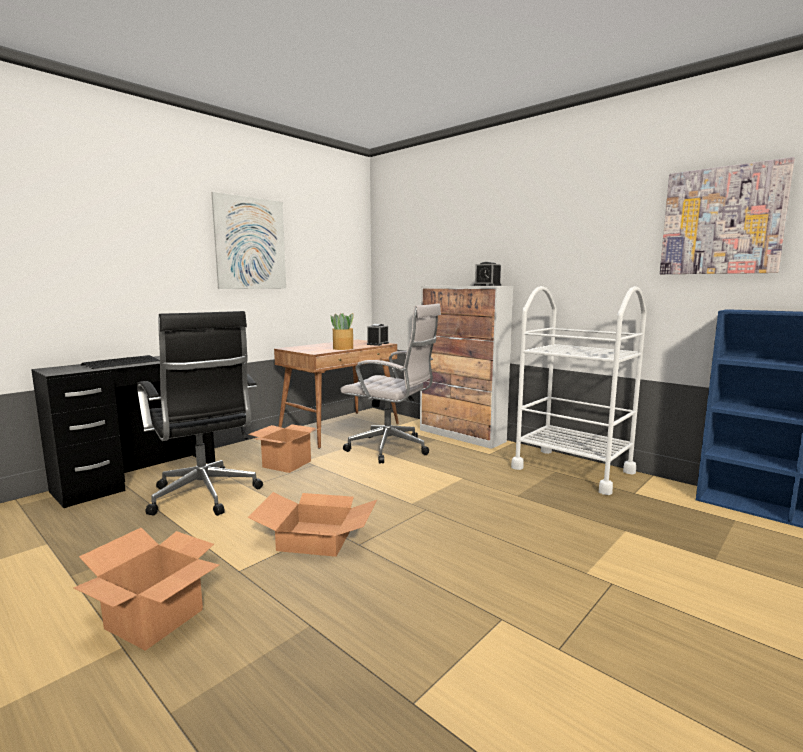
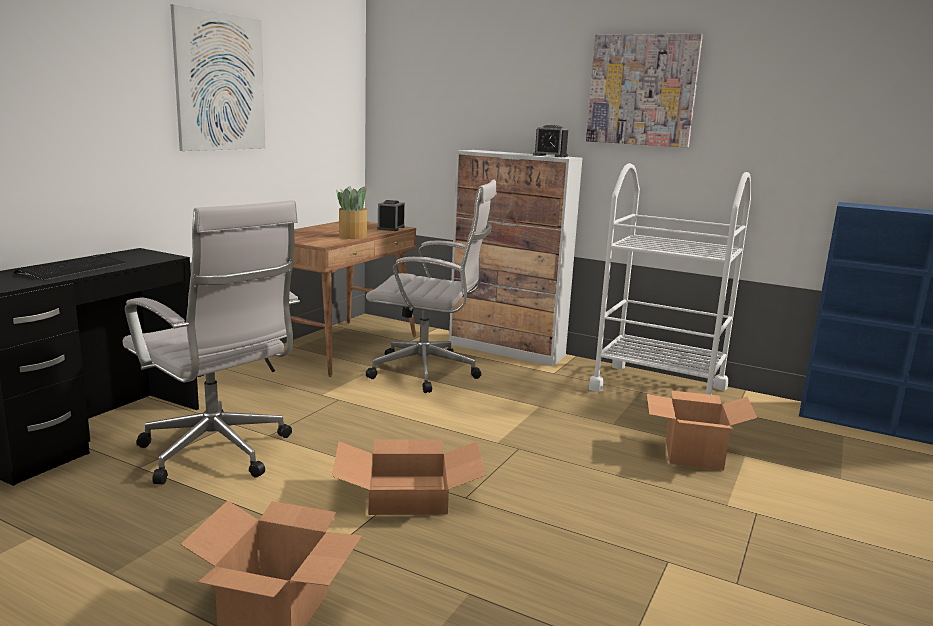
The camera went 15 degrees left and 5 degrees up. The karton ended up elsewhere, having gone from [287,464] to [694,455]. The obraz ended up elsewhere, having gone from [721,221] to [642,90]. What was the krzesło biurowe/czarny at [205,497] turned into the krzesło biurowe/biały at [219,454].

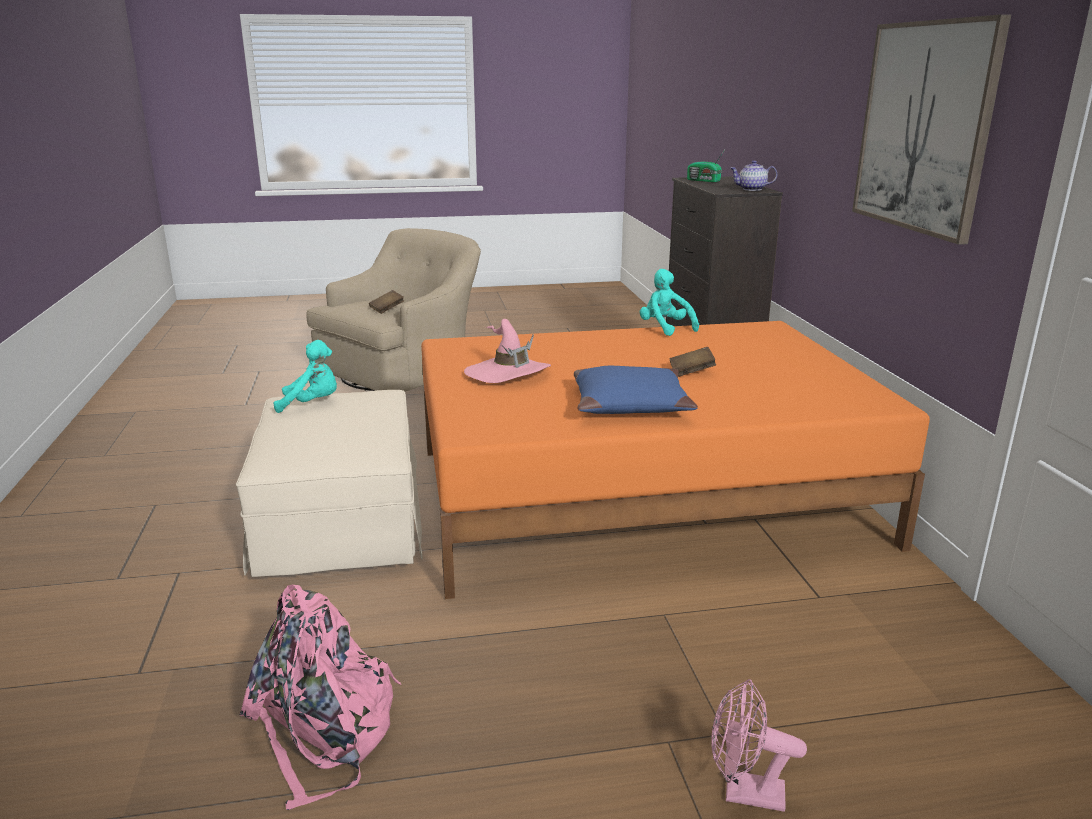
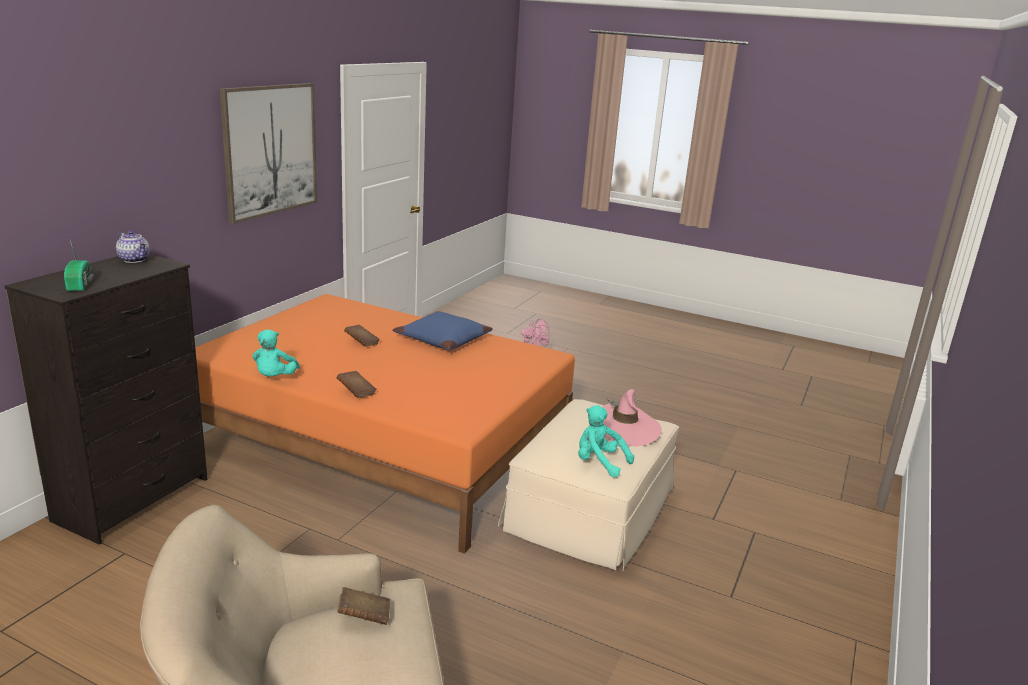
The camera went 145 degrees left and 0 degrees up. The second view lost the plecak/różowy at [324,732]. The second view gained the książka/brązowy at [356,392]. The kapelusz/różowy ended up elsewhere, having gone from [507,373] to [625,429].

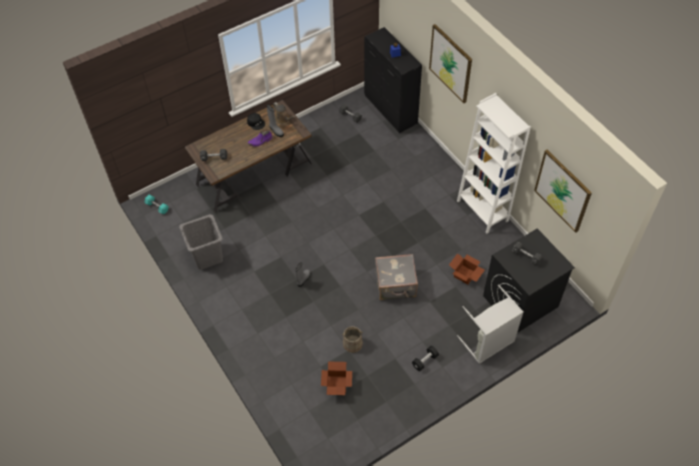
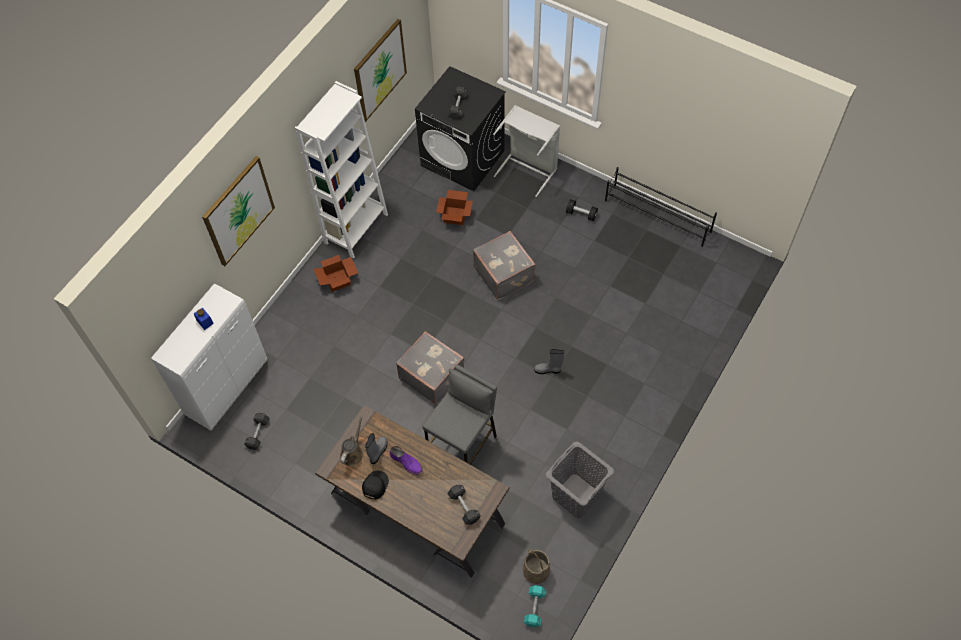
The camera went 115 degrees left and 5 degrees up. The second view gained the walizka/szary at [432,375]. The second view gained the stołek/szary at [463,447]. The second view gained the regał na buty/czarny at [658,216]. The karton ended up elsewhere, having gone from [336,385] to [338,280]. The wiadro/beżowy ended up elsewhere, having gone from [352,344] to [536,570]. What was the szafka/czarny at [391,110] turned into the szafka/biały at [227,387].

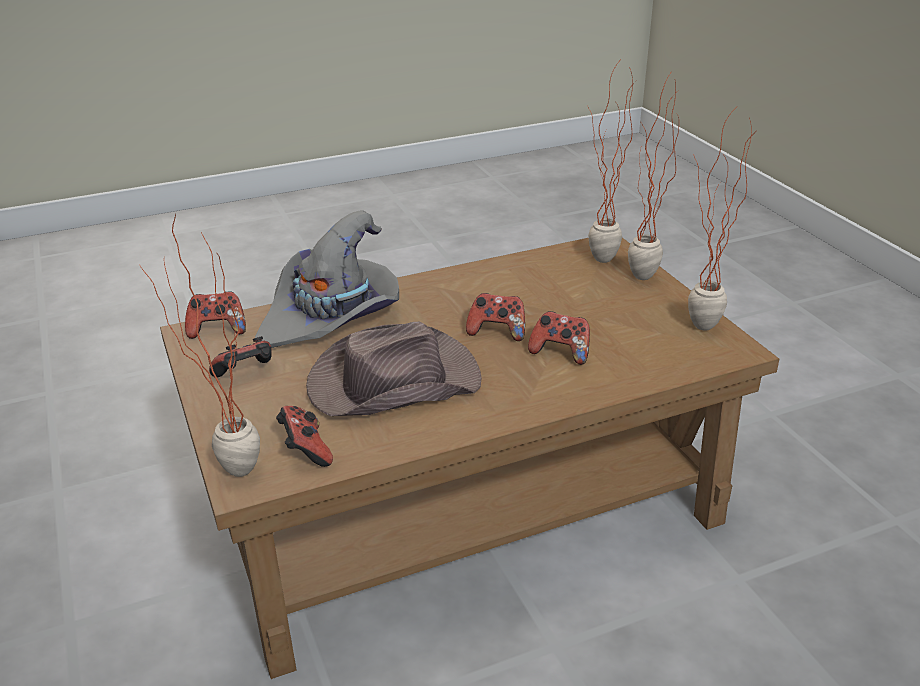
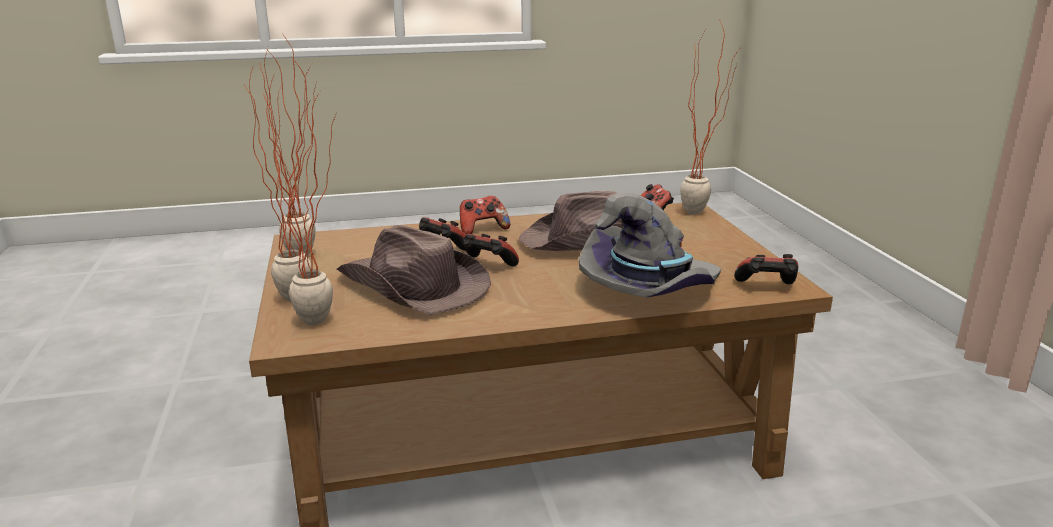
The camera went 170 degrees left and 10 degrees down. The second view gained the kapelusz/brązowy at [413,286]. The pad do gier ended up elsewhere, having gone from [246,375] to [482,229].

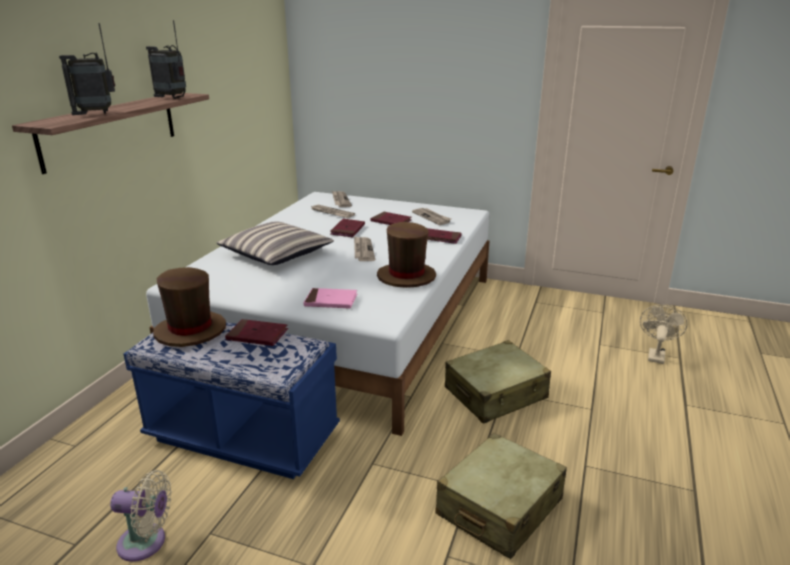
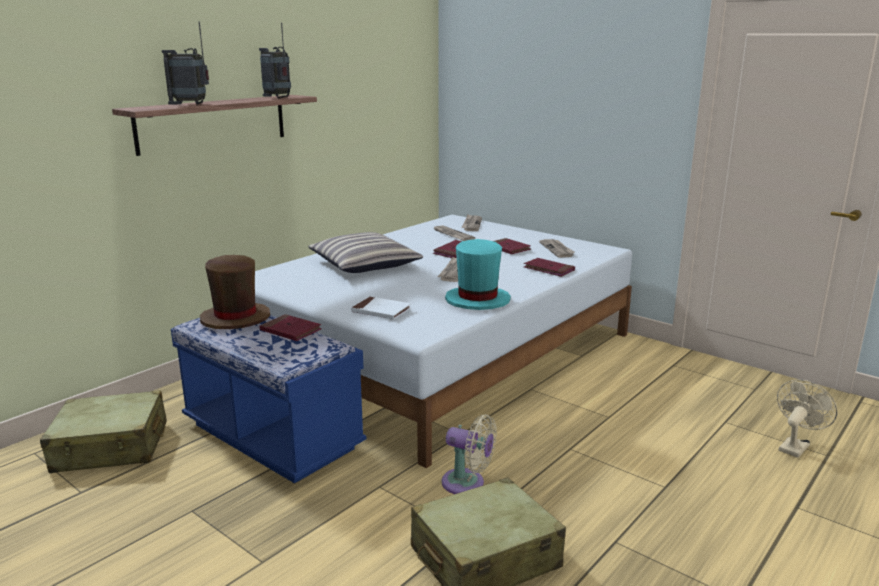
The camera went 20 degrees right and 5 degrees down. The wentylator/beżowy ended up elsewhere, having gone from [146,543] to [467,483]. The walizka/beżowy ended up elsewhere, having gone from [496,394] to [111,447]. What was the książka/różowy at [331,301] turned into the książka/biały at [381,311]. What was the kapelusz/brązowy at [406,277] turned into the kapelusz/turkusowy at [477,300].

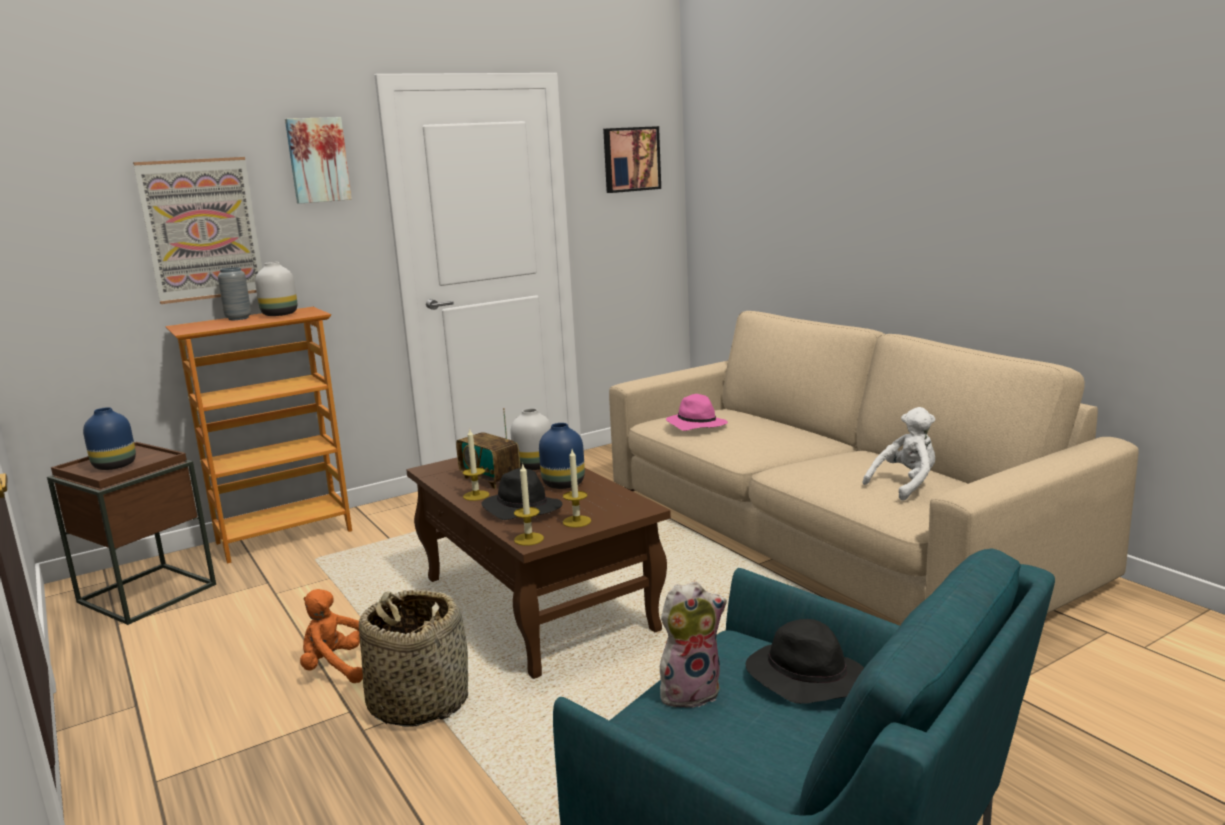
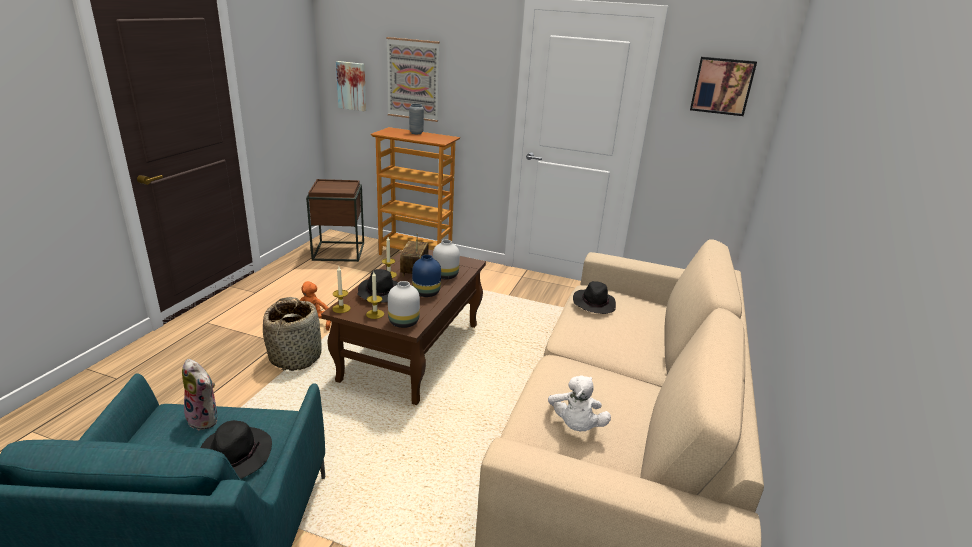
The camera went 50 degrees right and 10 degrees up. The second view lost the wazon/niebieski at [114,466]. The wazon/biały ended up elsewhere, having gone from [278,314] to [403,322]. The obraz ended up elsewhere, having gone from [318,160] to [352,86]. What was the kapelusz/różowy at [695,425] turned into the kapelusz/czarny at [593,304]. The pluszak/biały at [905,485] ended up facing another way, 75 degrees clockwise from before.

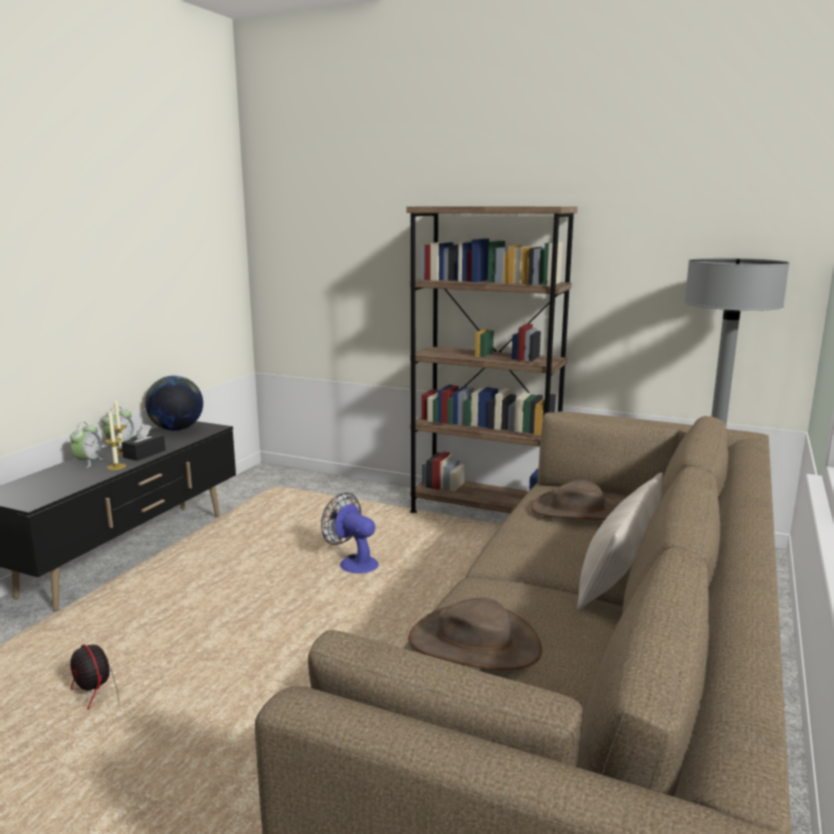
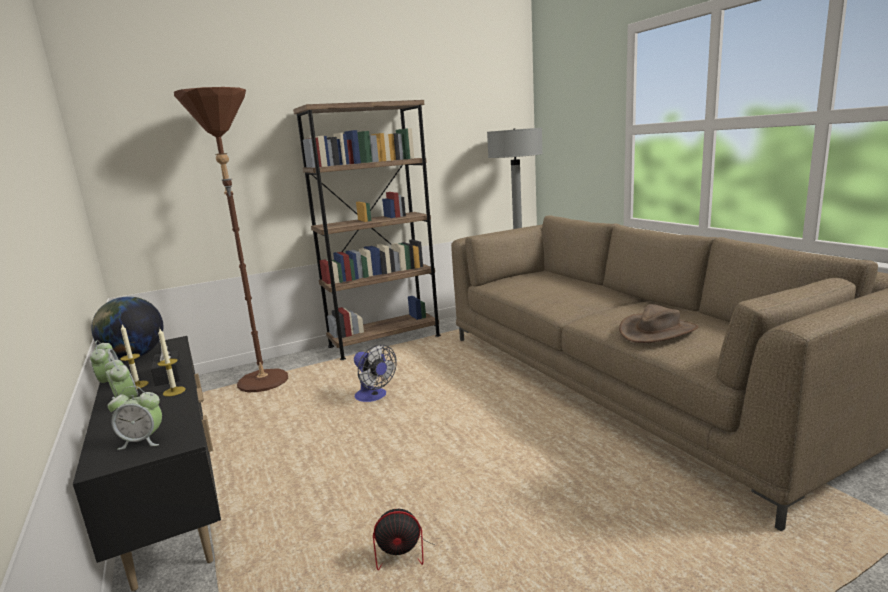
The camera went 50 degrees left and 0 degrees up. The second view lost the kapelusz/brązowy at [578,511]. The second view lost the poduszka/beżowy at [618,573]. The second view gained the budzik at [142,441]. The second view gained the lampa stojąca/brązowy at [262,378]. The wentylator at [353,563] ended up facing another way, 120 degrees counterclockwise from before.

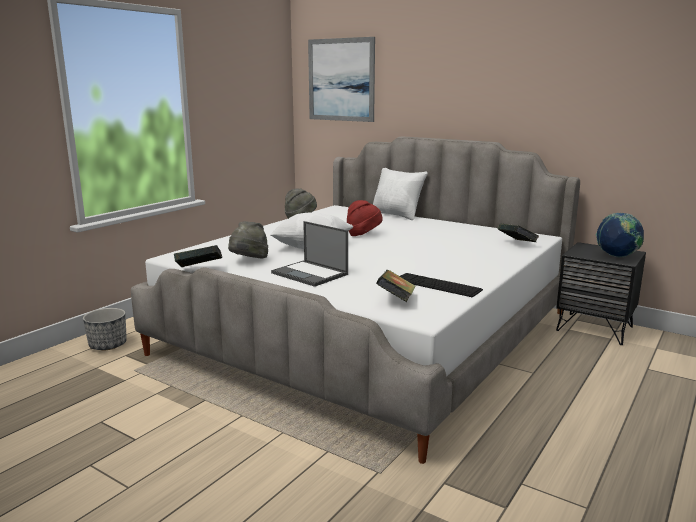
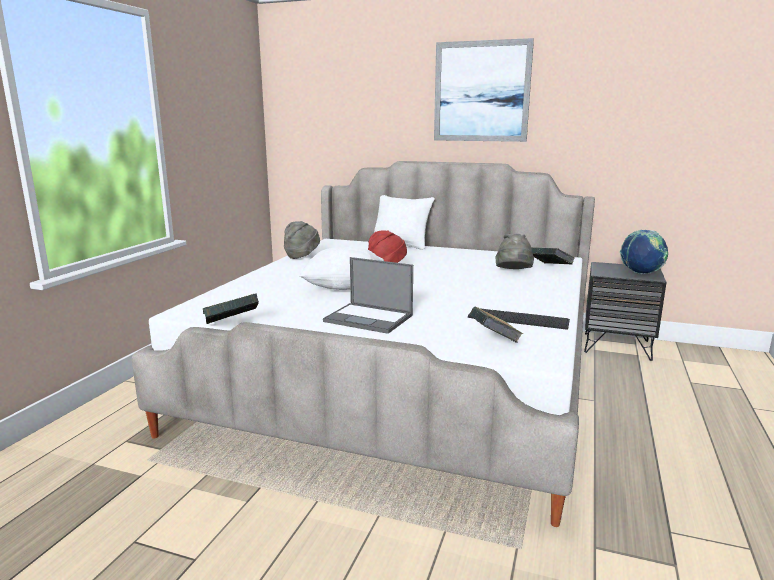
The camera went 15 degrees left and 0 degrees up. The second view lost the donica at [108,345]. The kapelusz/szary ended up elsewhere, having gone from [249,261] to [513,272]. The obraz ended up elsewhere, having gone from [341,80] to [481,92].

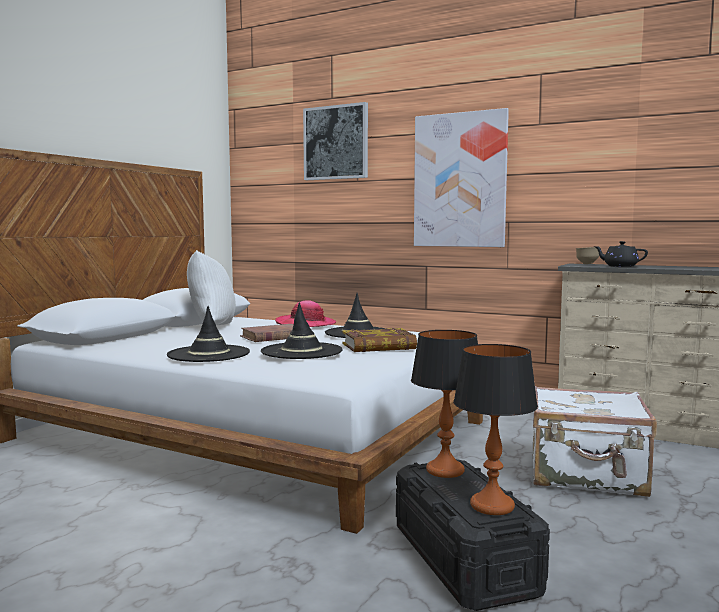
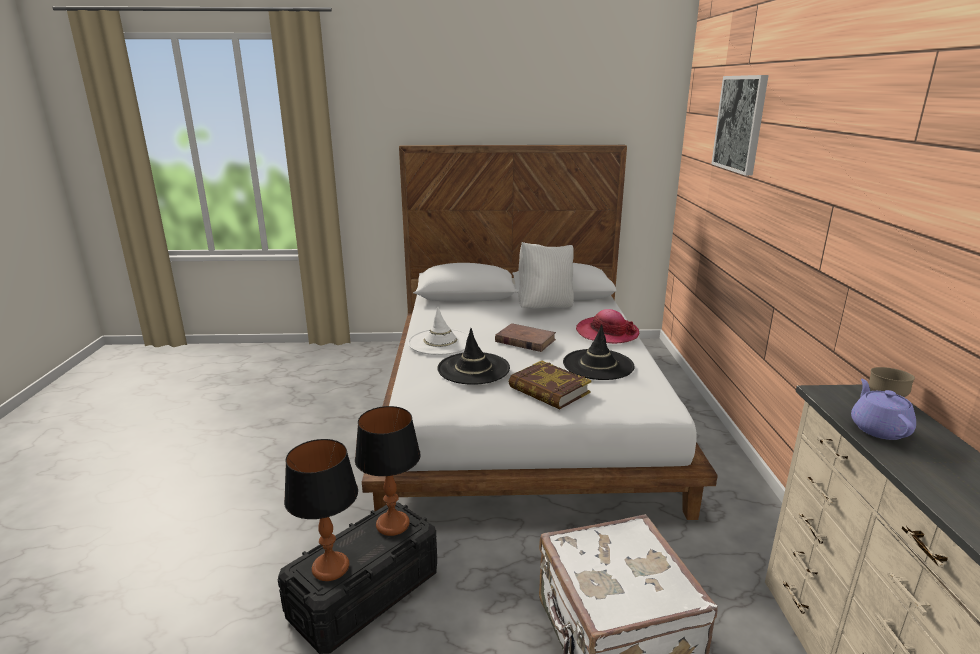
The camera went 60 degrees right and 15 degrees up. The second view lost the obraz at [460,180]. What was the kapelusz/czarny at [209,354] turned into the kapelusz/biały at [440,342]. What was the imbryk/czarny at [619,266] turned into the imbryk/fioletowy at [878,428].

